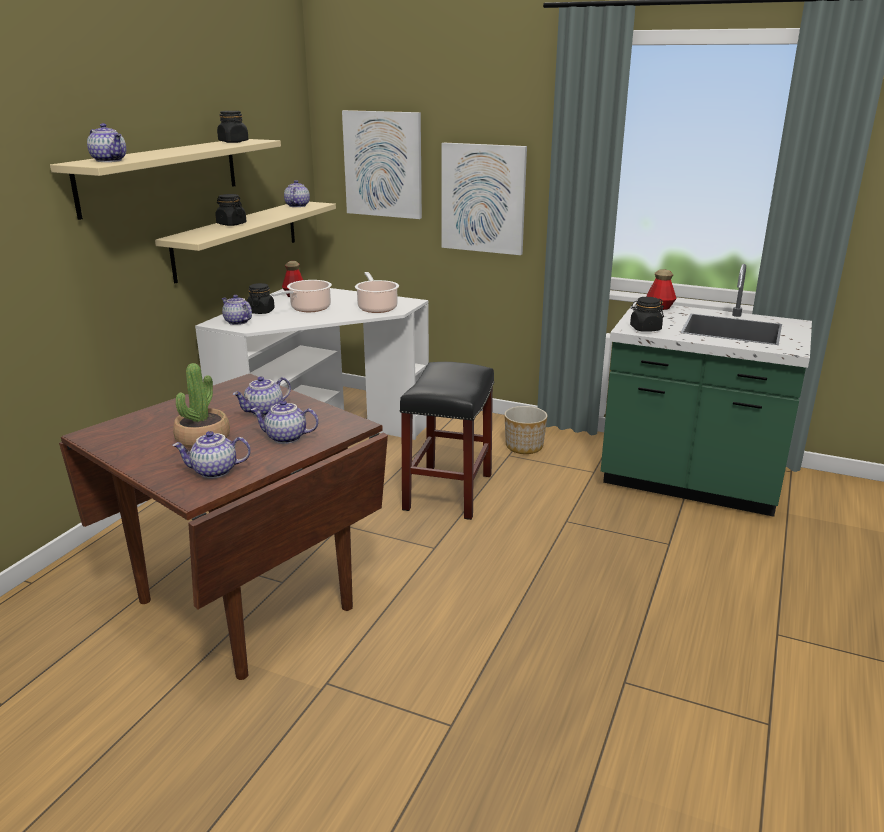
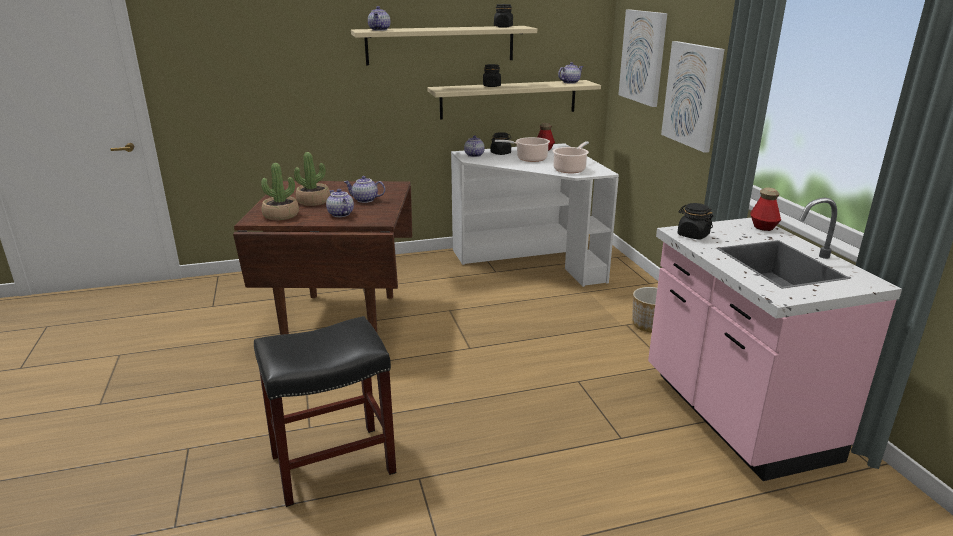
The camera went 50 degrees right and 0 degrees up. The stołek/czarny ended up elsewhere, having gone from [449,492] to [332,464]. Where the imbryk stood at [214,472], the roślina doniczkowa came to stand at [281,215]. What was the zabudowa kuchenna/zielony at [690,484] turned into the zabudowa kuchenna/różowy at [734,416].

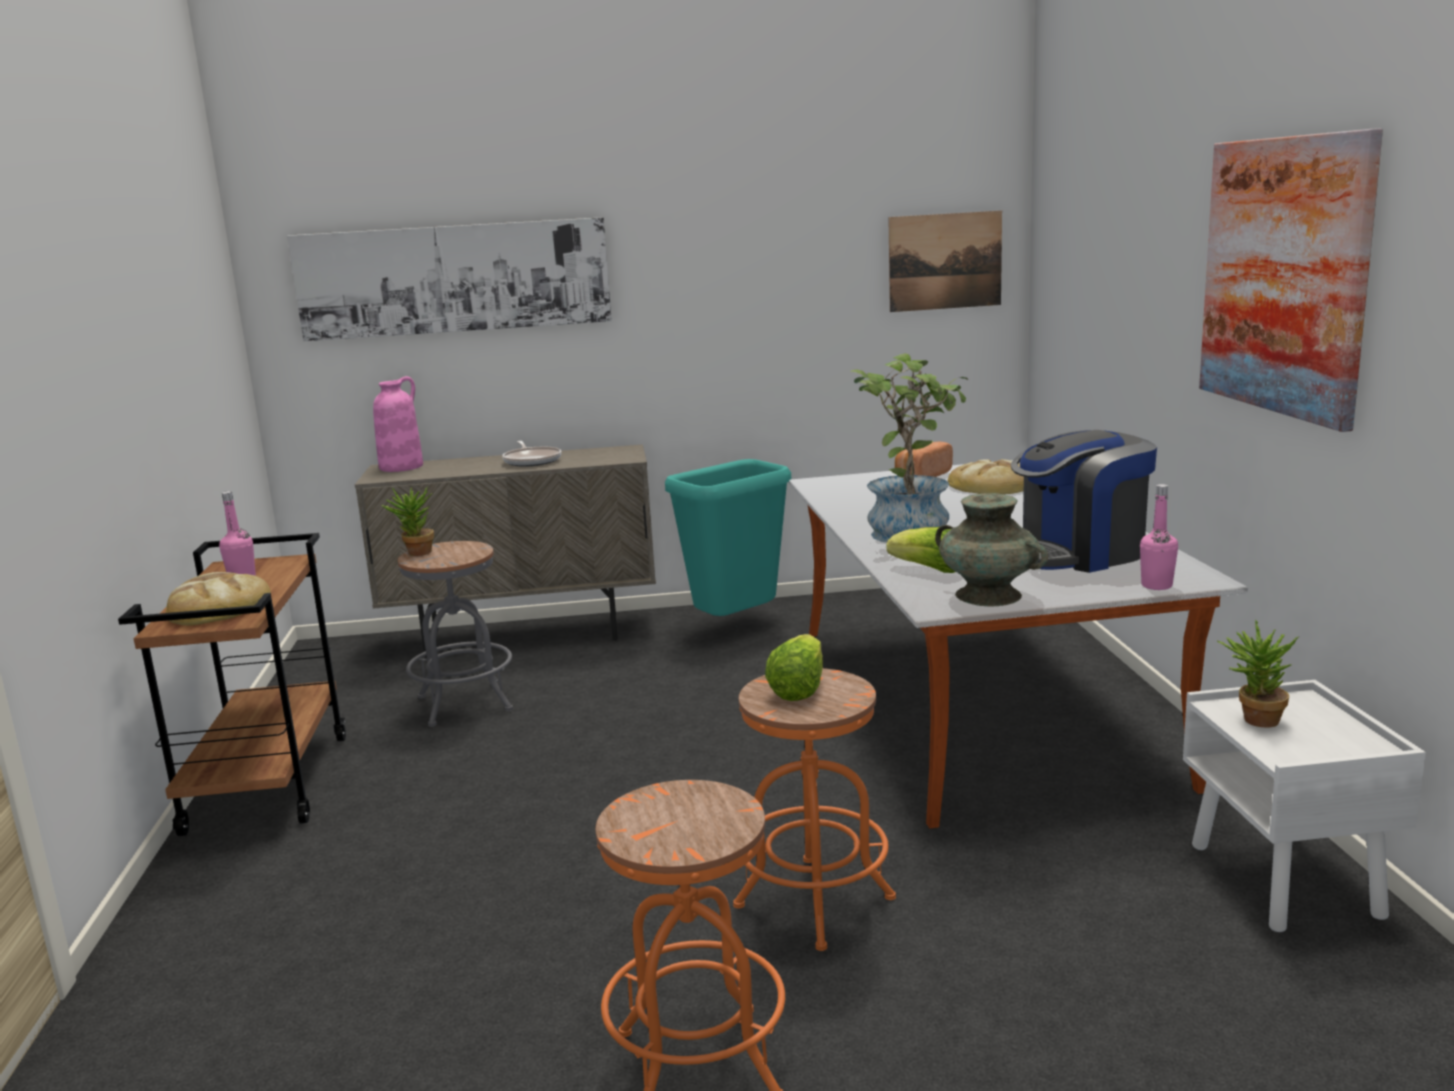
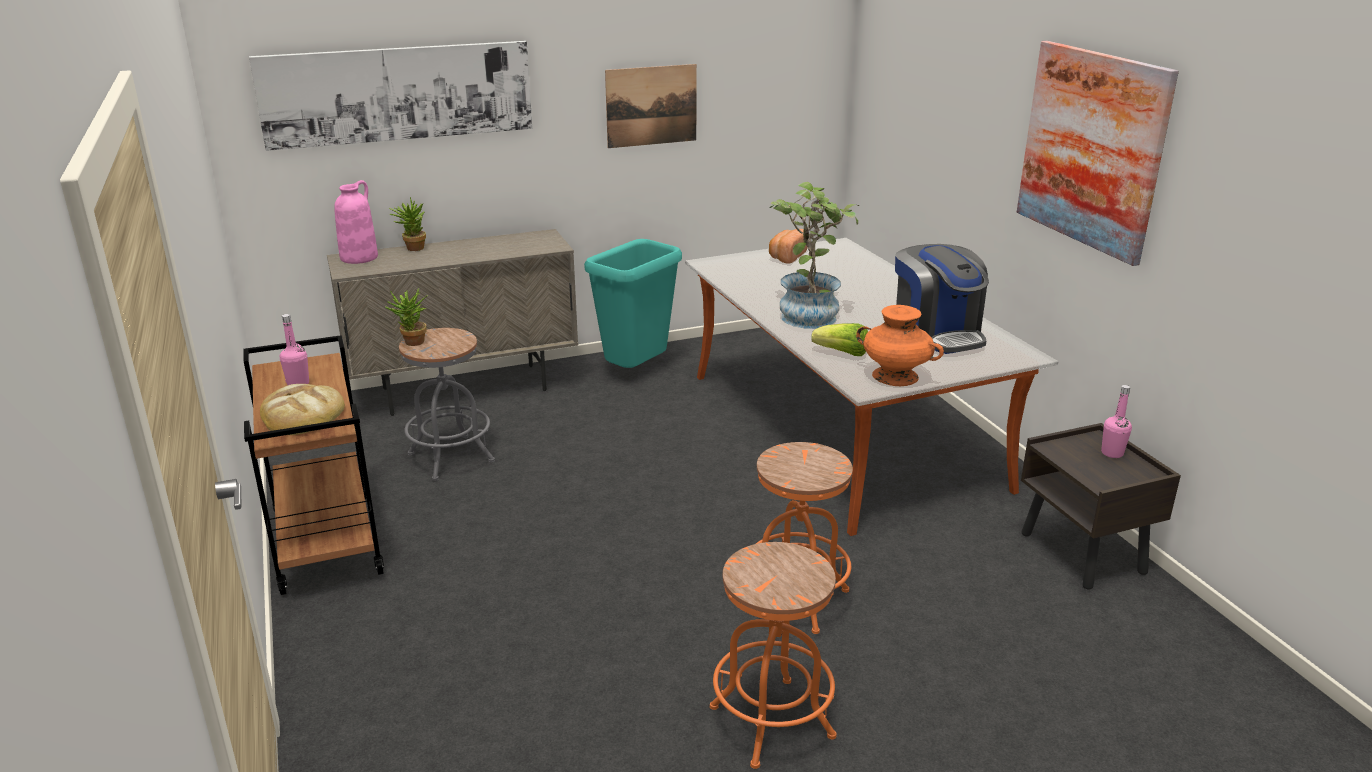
The camera went 15 degrees left and 10 degrees up. The second view lost the patelnia at [532,461]. The second view lost the sałata at [799,689]. The second view lost the chleb at [992,485]. The obraz ended up elsewhere, having gone from [945,261] to [651,106]. The butelka/różowy ended up elsewhere, having gone from [1156,586] to [1112,453]. The roślina doniczkowa ended up elsewhere, having gone from [1253,719] to [412,248]. What was the wazon/turkusowy at [989,596] turned into the wazon/pomarańczowy at [895,376]. What was the szafka nocna/biały at [1286,881] turned into the szafka nocna/brązowy at [1083,554]. The ekspres do kawy at [1078,554] ended up facing another way, 75 degrees counterclockwise from before.

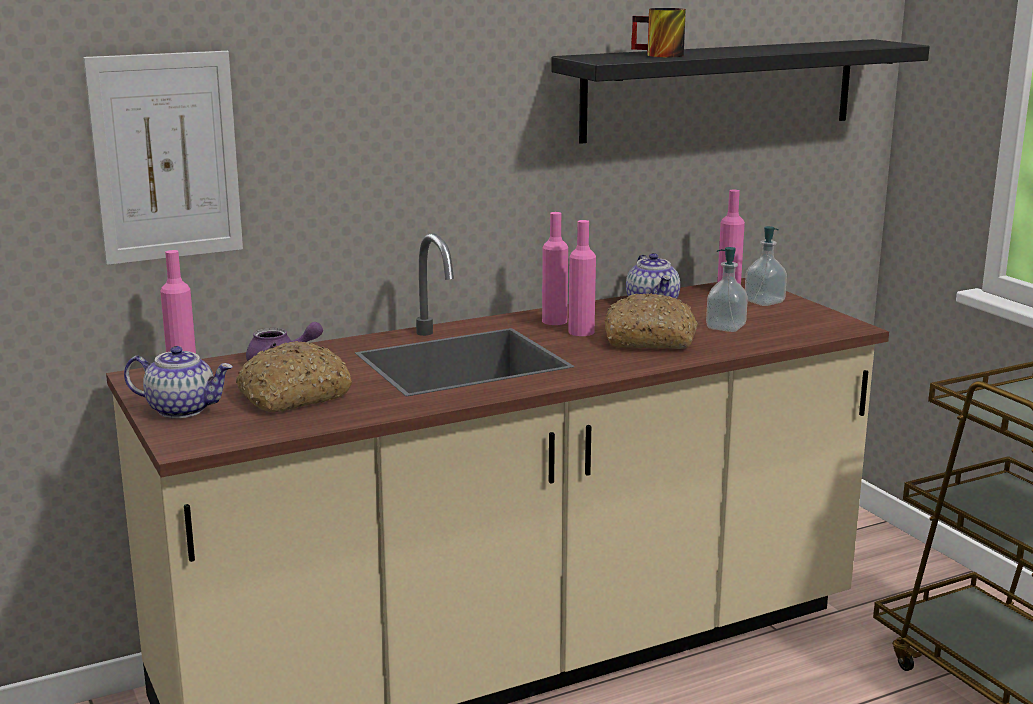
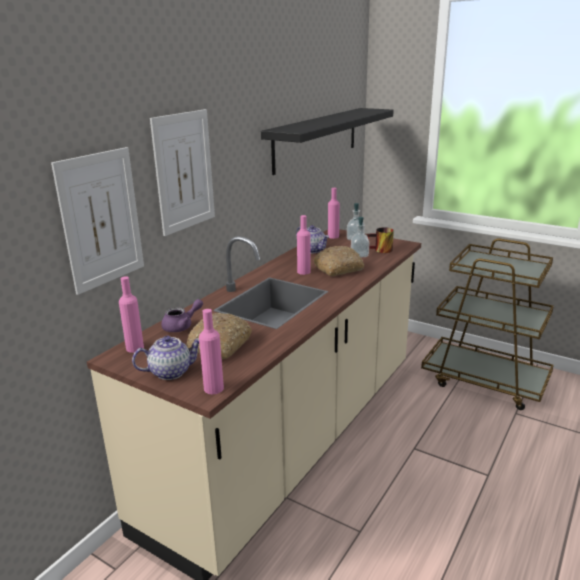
The camera went 30 degrees left and 5 degrees up. The second view gained the obraz at [184,171]. The butelka/różowy ended up elsewhere, having gone from [554,321] to [213,388]. The kubek ended up elsewhere, having gone from [657,55] to [380,250].

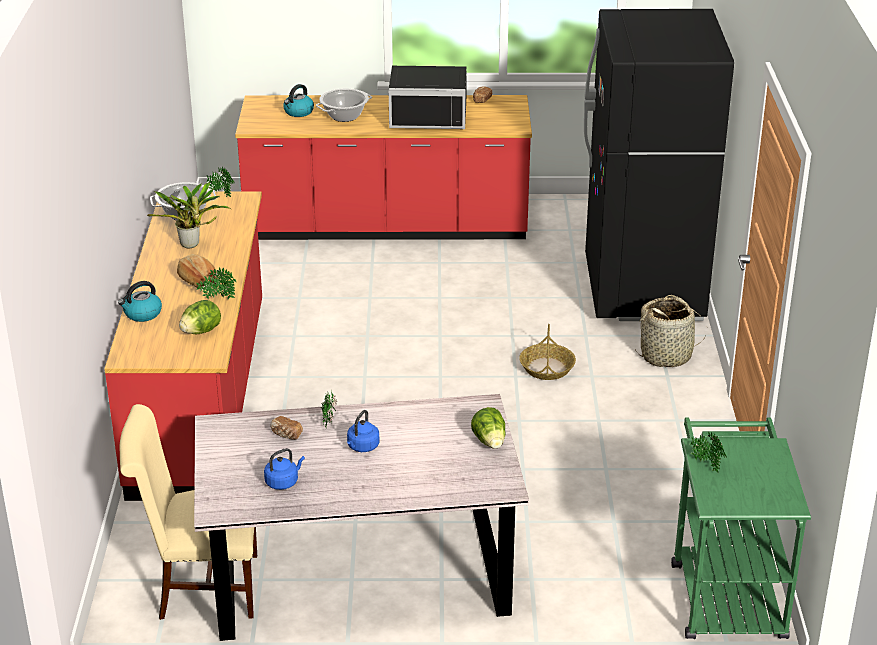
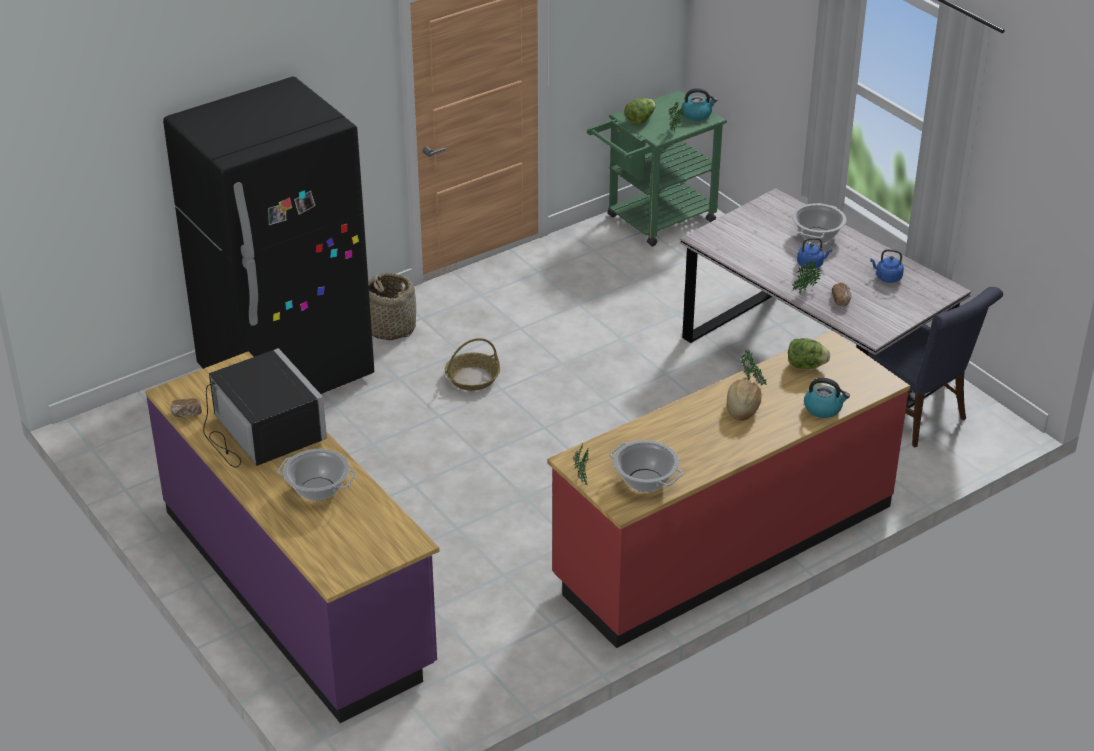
The camera went 125 degrees left and 5 degrees up. The second view lost the roślina doniczkowa at [192,245]. The second view gained the garnek at [817,236]. The czajnik ended up elsewhere, having gone from [298,112] to [697,114]. The sałata ended up elsewhere, having gone from [490,442] to [640,120]. What was the krzesło/beżowy at [201,587] turned into the krzesło/niebieski at [917,417]. What was the zabudowa kuchenna/czerwony at [387,226] turned into the zabudowa kuchenna/fioletowy at [298,588].

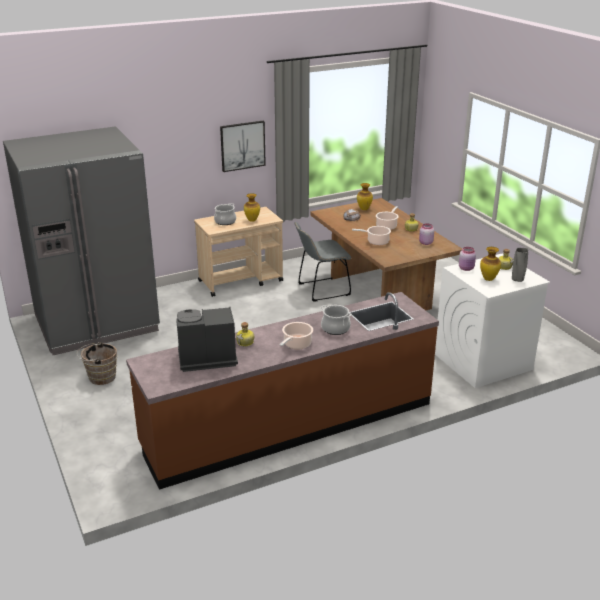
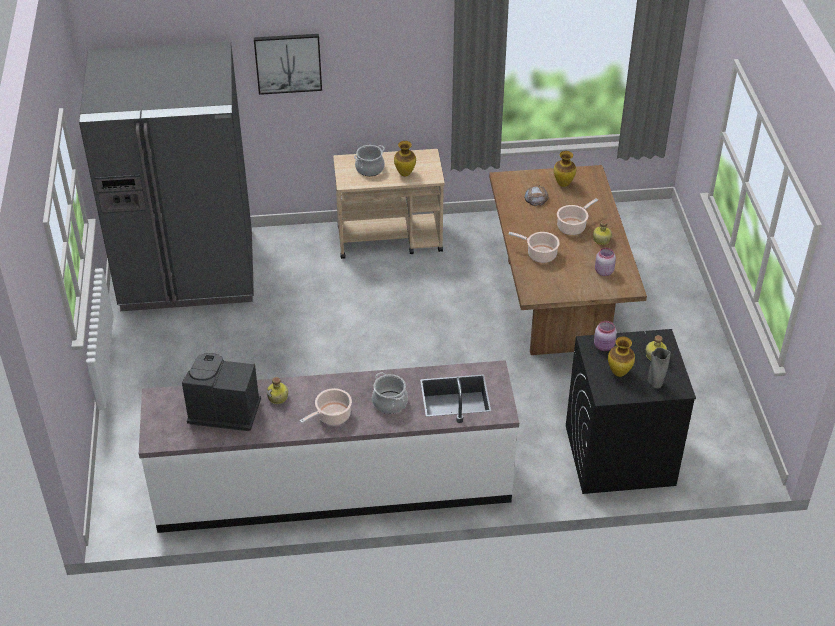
The camera went 20 degrees right and 15 degrees up. The second view lost the wiadro/brązowy at [100,377]. The second view lost the krzesło/szary at [321,290]. The obraz ended up elsewhere, having gone from [242,145] to [288,63]. What was the zabudowa kuchenna/brązowy at [289,425] turned into the zabudowa kuchenna/biały at [333,486]. What was the pralka/biały at [482,362] turned into the pralka/czarny at [619,455].

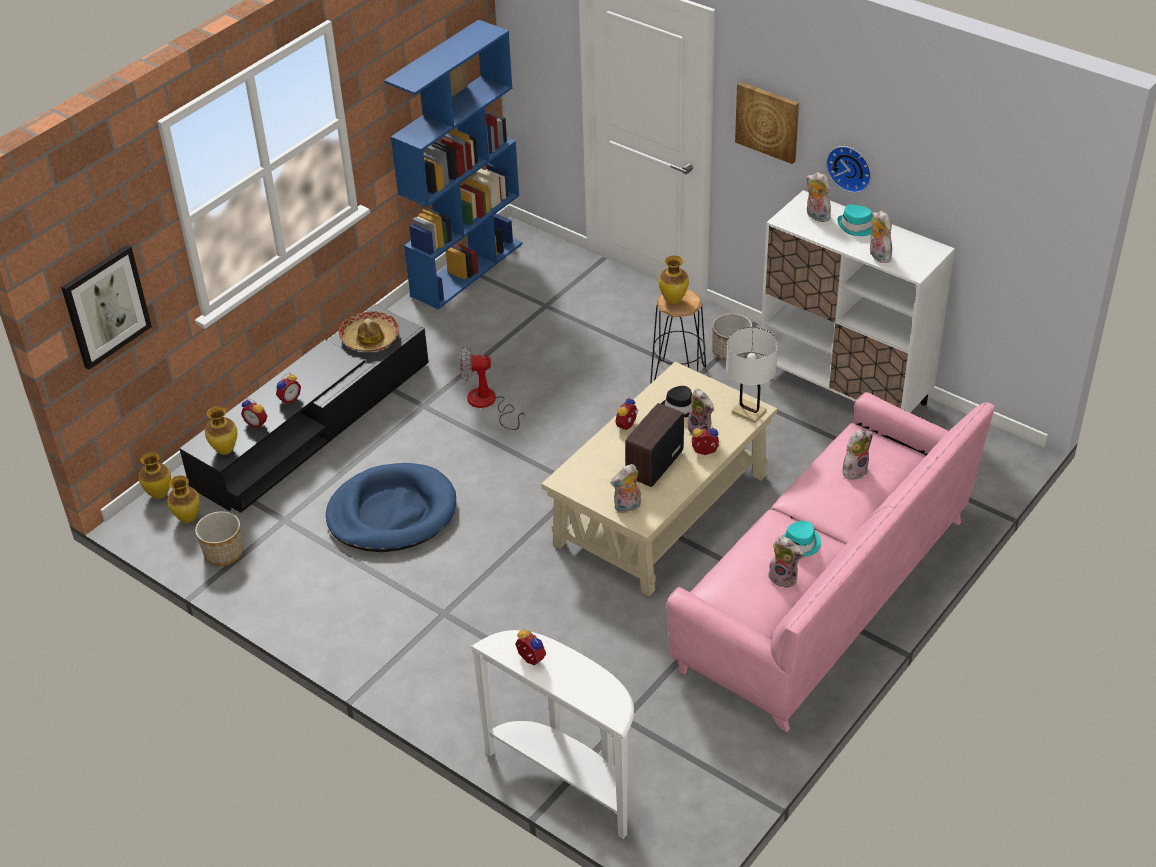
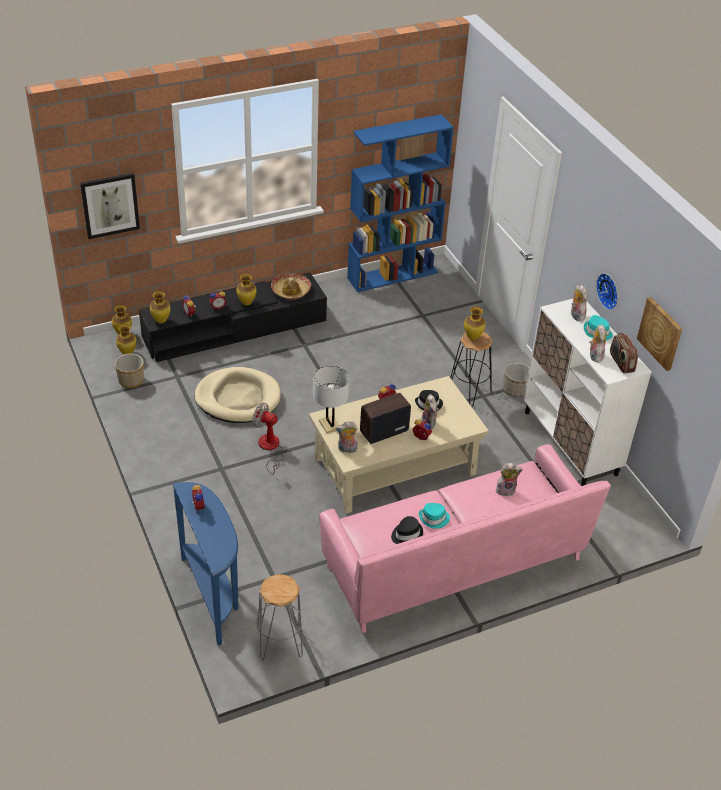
The camera went 25 degrees right and 0 degrees up. The second view gained the wazon at [247,303]. The second view gained the stołek/szary at [279,641]. The second view gained the radio at [621,363]. The wentylator ended up elsewhere, having gone from [488,404] to [270,448]. The lampa stołowa/biały ended up elsewhere, having gone from [749,412] to [329,425]. The obraz ended up elsewhere, having gone from [768,121] to [660,333]. Where the pluszak stood at [784,578], the kapelusz/czarny came to stand at [406,534]. What was the legowisko/niebieski at [392,513] turned into the legowisko/beżowy at [238,398]. What was the stolik konsolowy/biały at [567,779] turned into the stolik konsolowy/niebieski at [213,595].

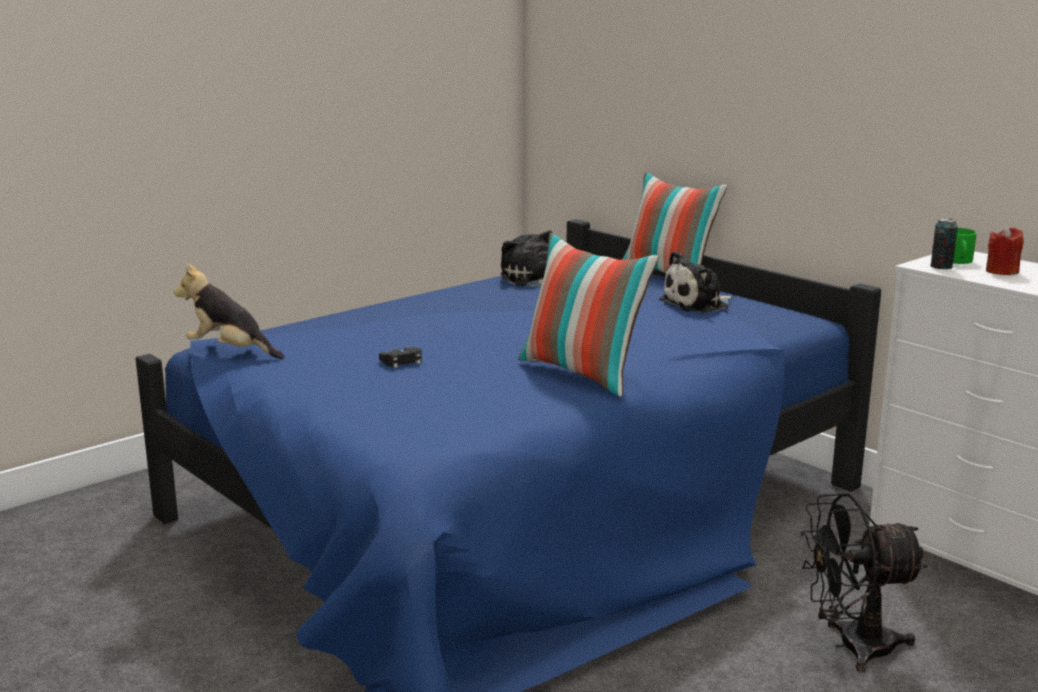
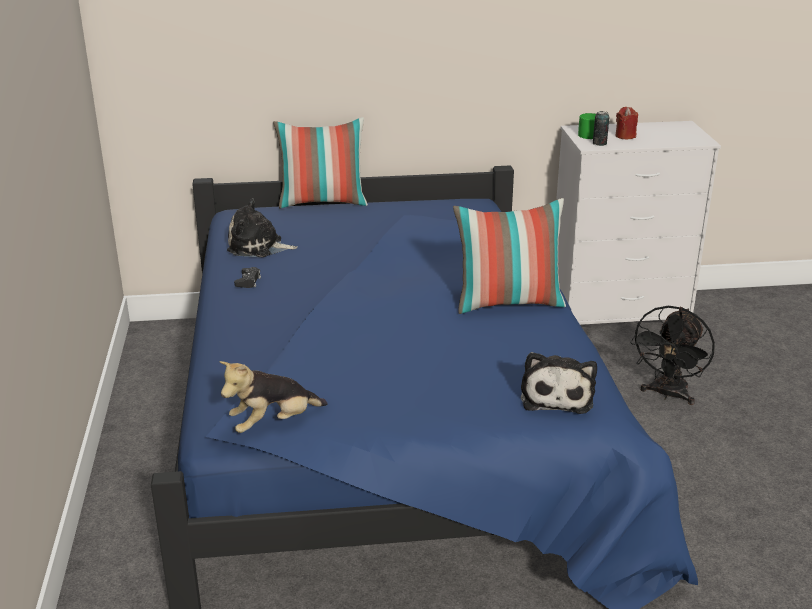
The camera went 55 degrees left and 10 degrees up. The pad do gier/czarny ended up elsewhere, having gone from [402,361] to [248,281]. The pluszak ended up elsewhere, having gone from [698,304] to [556,395].

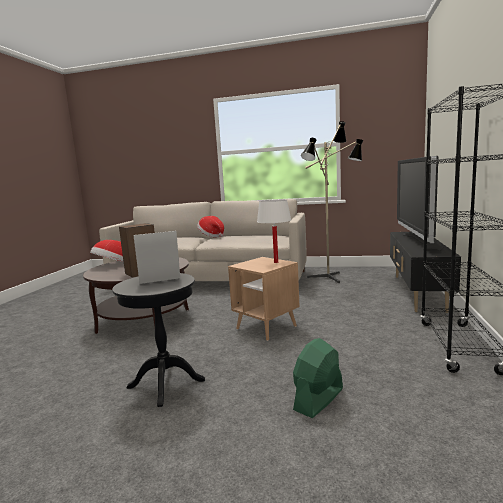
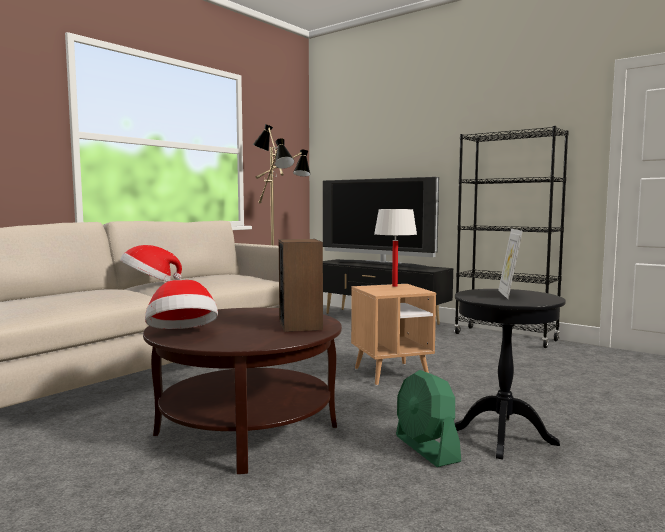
The camera went 65 degrees left and 5 degrees down. The wentylator/zielony ended up elsewhere, having gone from [318,399] to [426,449].

